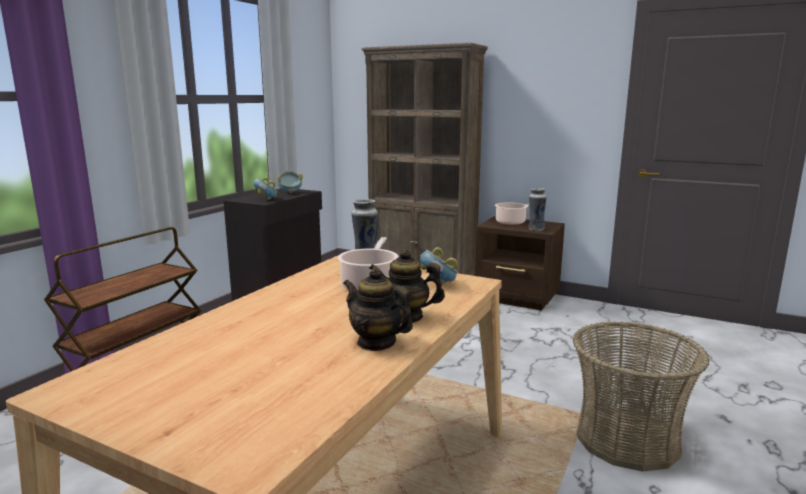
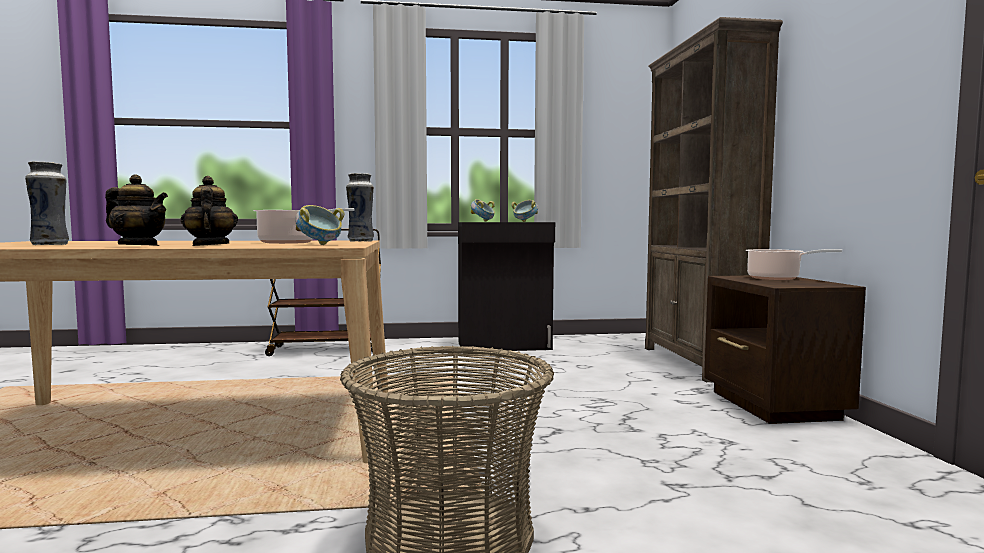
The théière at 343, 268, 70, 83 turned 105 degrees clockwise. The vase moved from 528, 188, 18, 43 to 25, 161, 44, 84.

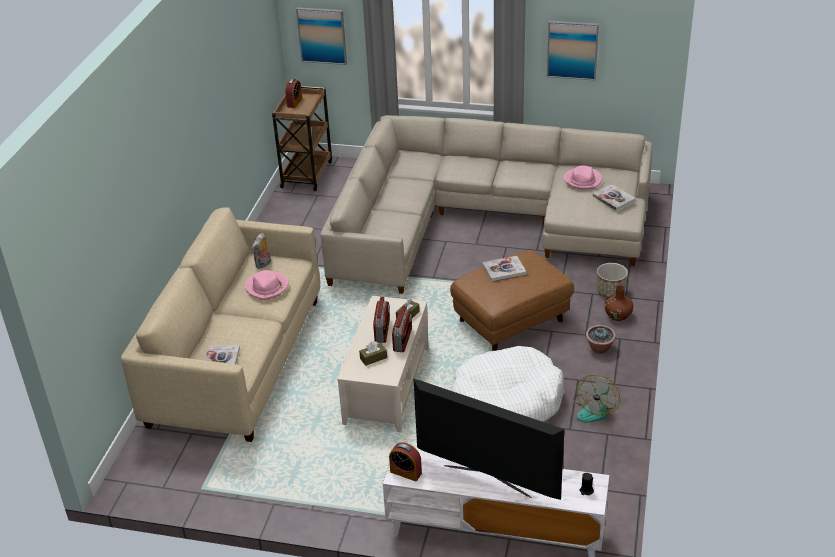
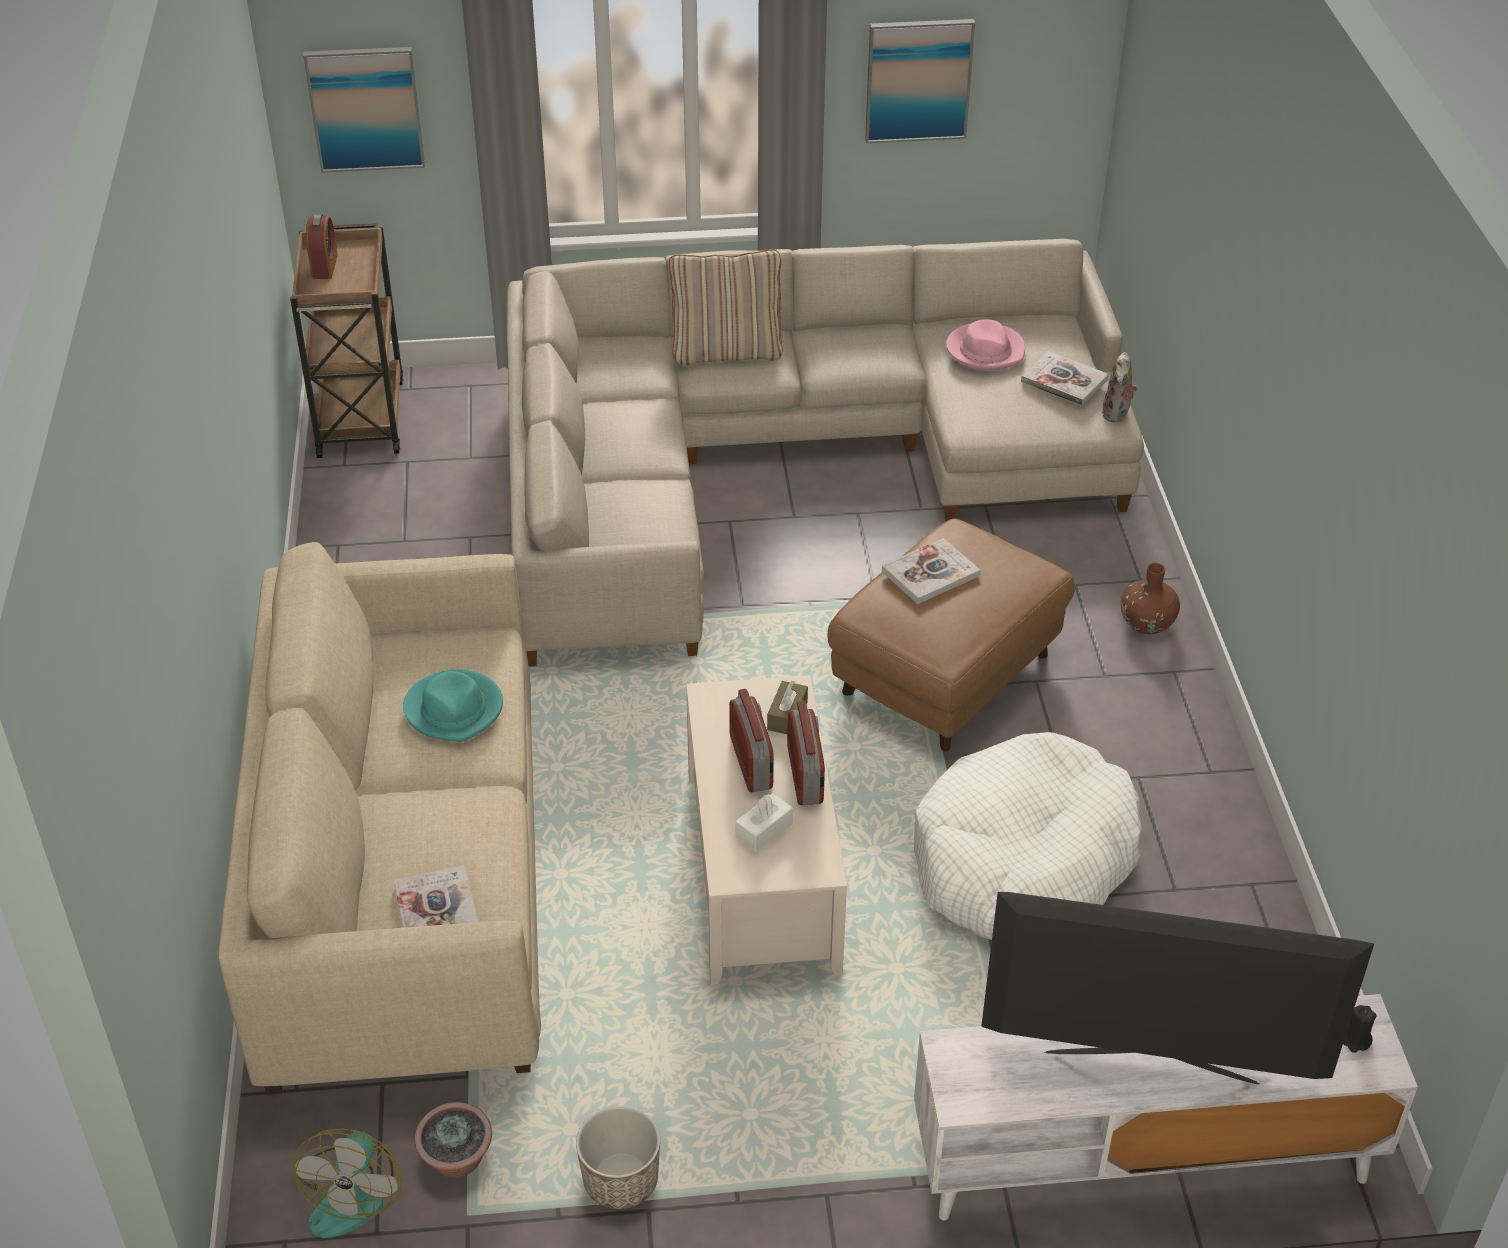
The chapeau [rose] at 245, 270, 43, 30 became the chapeau [turquoise] at 403, 669, 100, 73. The peluche moved from 252, 233, 19, 36 to 1102, 352, 35, 71. The boîte à mouchoirs [marron] at 359, 341, 28, 25 became the boîte à mouchoirs [blanc] at 735, 793, 58, 59. The réveil at 389, 443, 33, 39 disappeared. The ventilateur moved from 573, 375, 47, 48 to 293, 1128, 109, 110. The plante en pot moved from 586, 325, 30, 28 to 415, 1102, 77, 76. The cache-pot moved from 597, 263, 31, 35 to 576, 1106, 84, 103. The coussin [beige] at 669, 249, 114, 116 appeared.

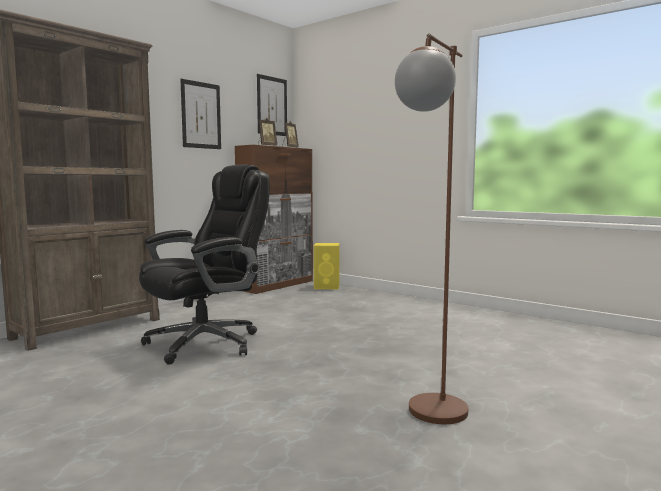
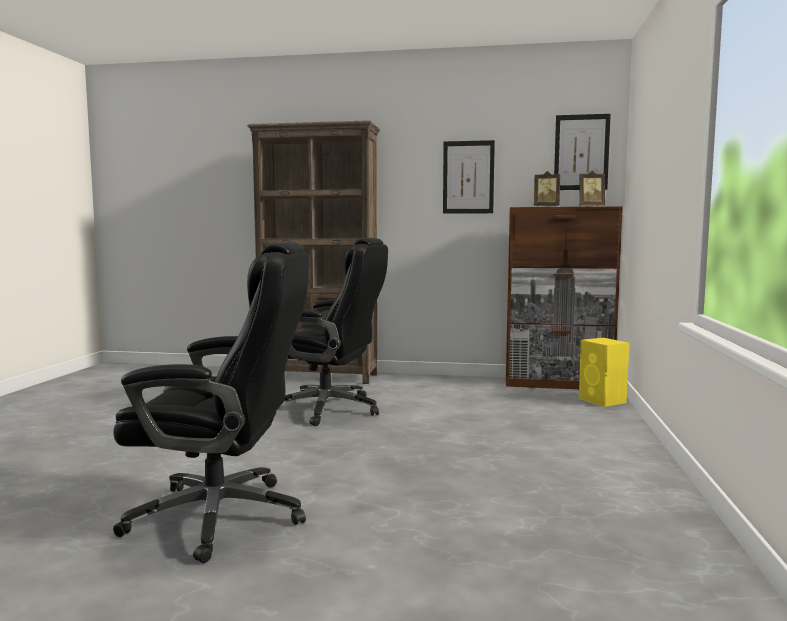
The lampadaire [marron] at 395, 33, 73, 391 was replaced by the chaise de bureau [noir] at 113, 242, 197, 321.

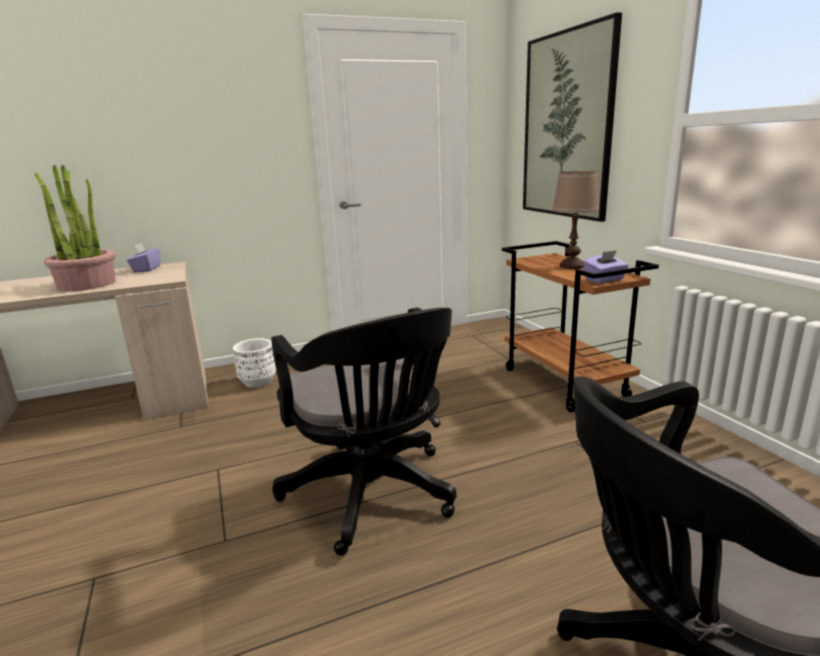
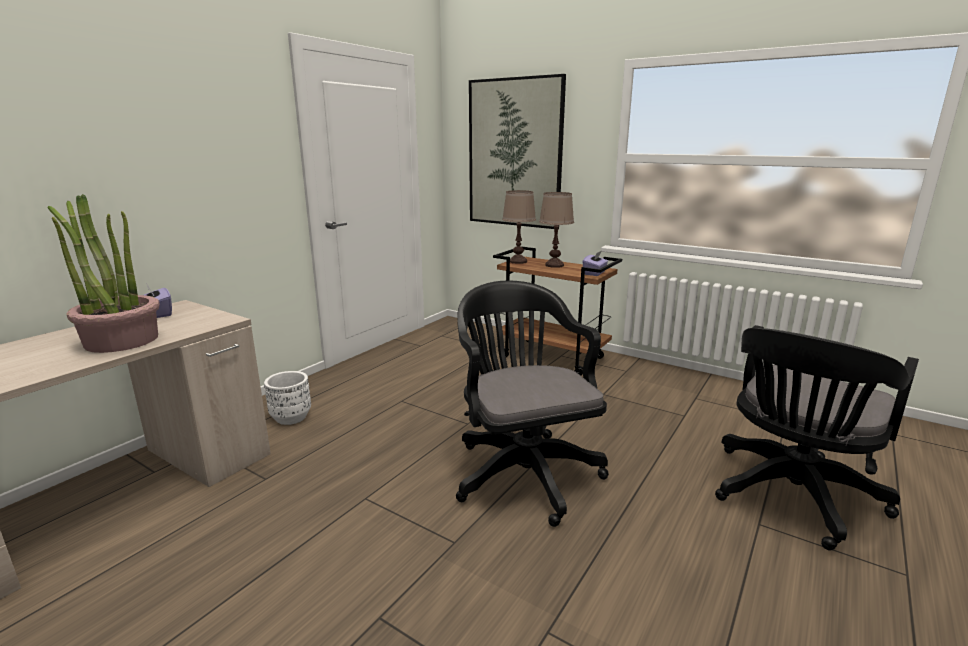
The chaise de bureau [noir] at 271, 308, 185, 248 turned 135 degrees counterclockwise. The lampe de table [marron] at 502, 190, 34, 74 appeared.

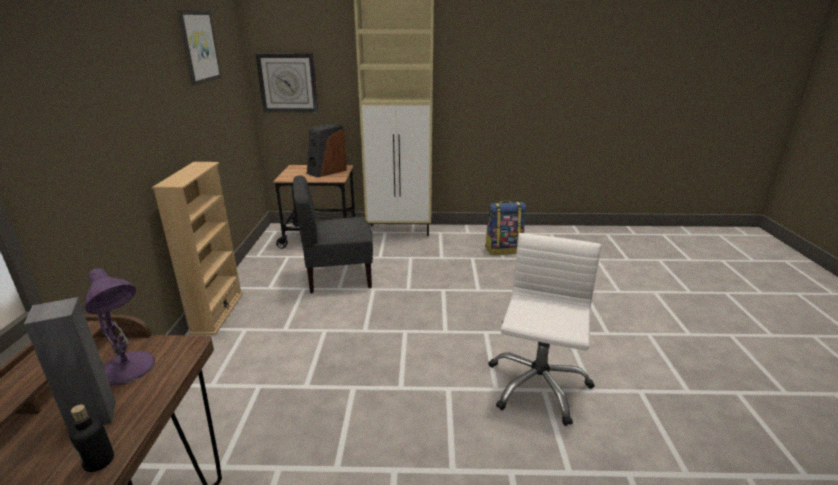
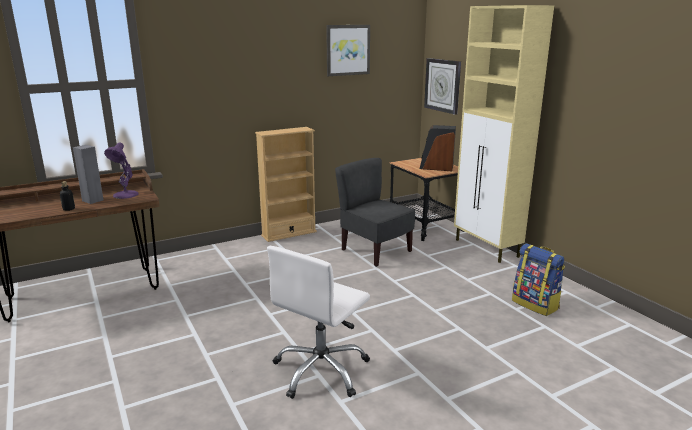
The chaise de bureau [blanc] at 489, 233, 112, 193 turned 135 degrees clockwise.

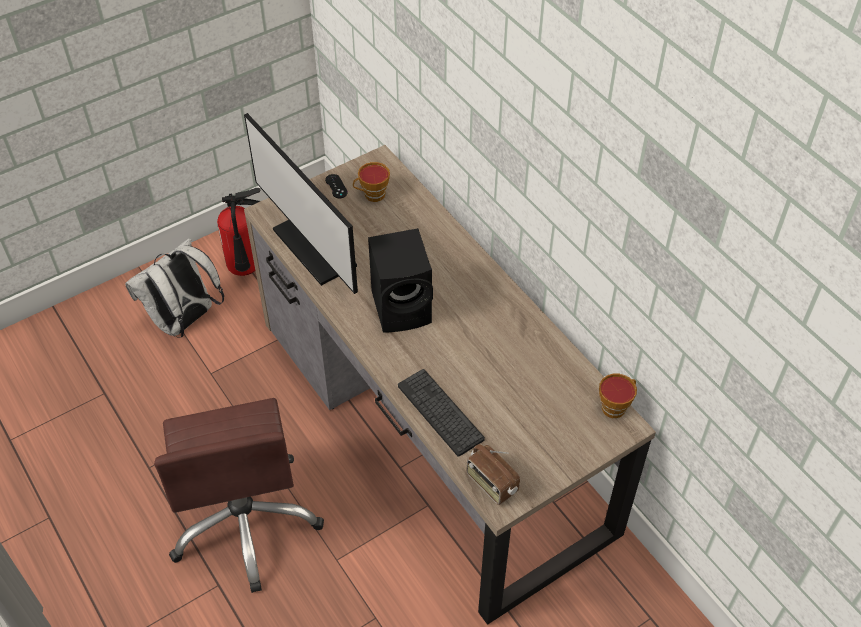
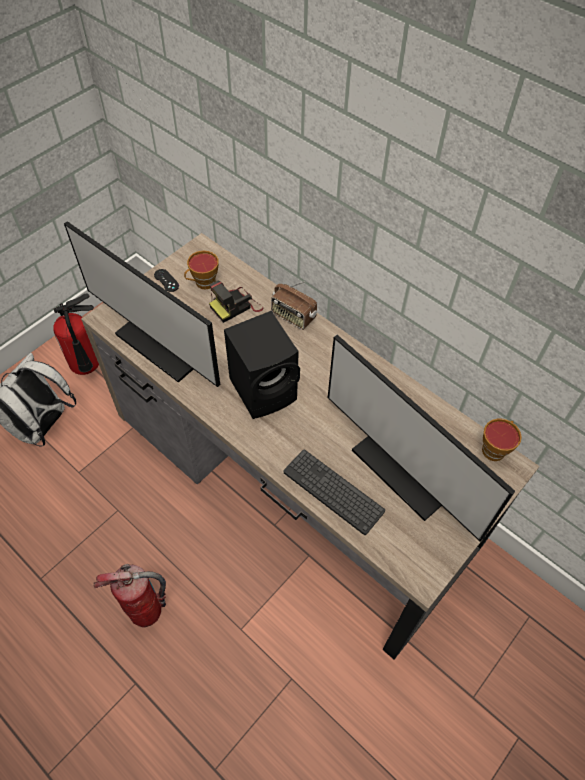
The chaise de bureau [marron] at 154, 398, 170, 195 was replaced by the extincteur at 93, 564, 73, 64. The radio moved from 467, 444, 53, 61 to 271, 281, 46, 49. The appareil photo at 209, 281, 54, 42 appeared. The écran d'ordinateur at 328, 335, 187, 207 appeared.

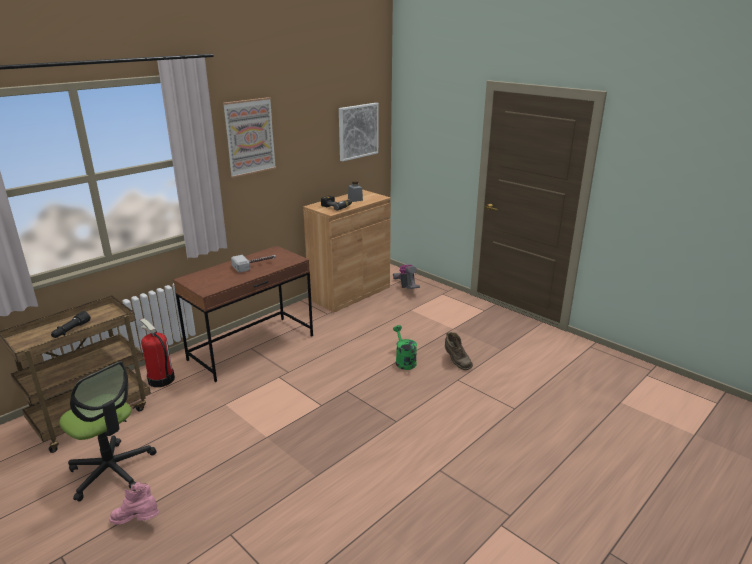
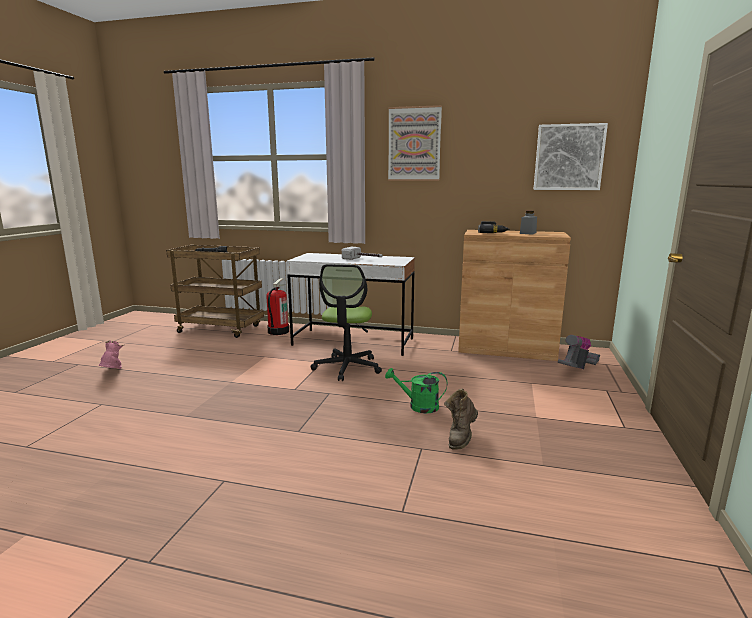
The chaise de bureau moved from 59, 362, 97, 139 to 311, 264, 71, 117. The bureau [marron] at 173, 246, 140, 136 became the bureau [blanc] at 287, 253, 128, 103. The arrosoir [vert] at 393, 325, 24, 45 turned 120 degrees counterclockwise.

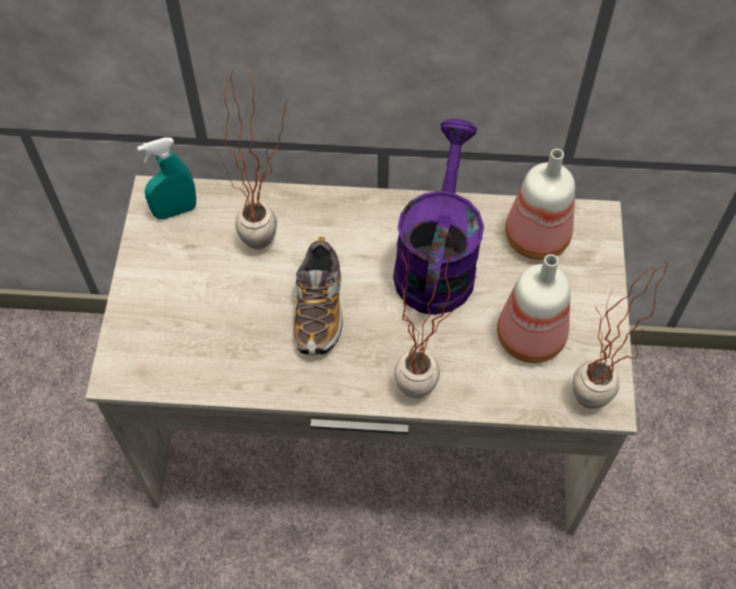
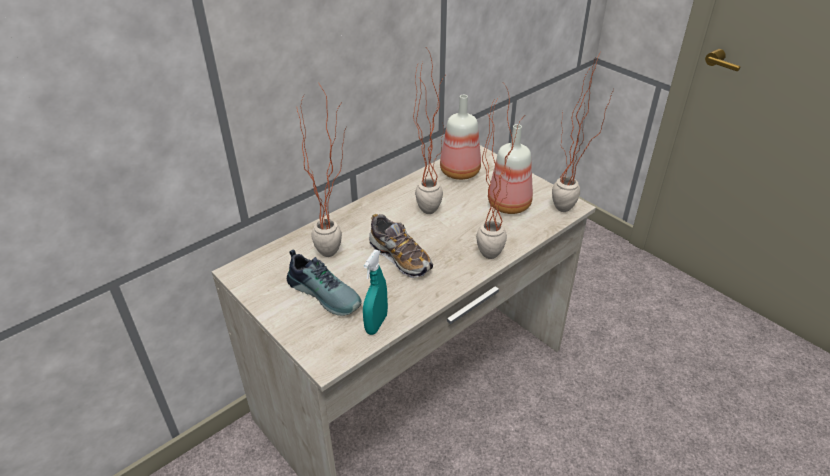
The vaporisateur [turquoise] moved from 137, 137, 59, 83 to 363, 250, 25, 85. The arrosoir [violet] at 393, 119, 91, 196 was replaced by the plante en pot at 413, 49, 31, 165. The chaussure at 287, 249, 75, 67 appeared.

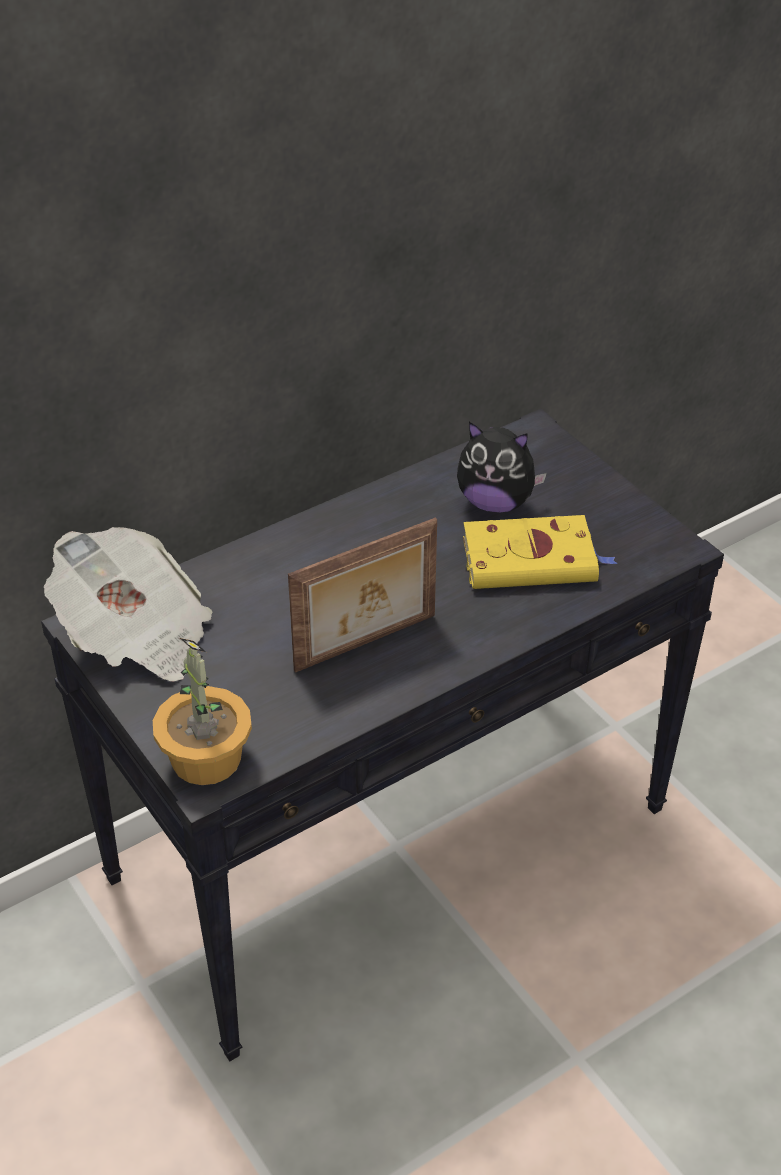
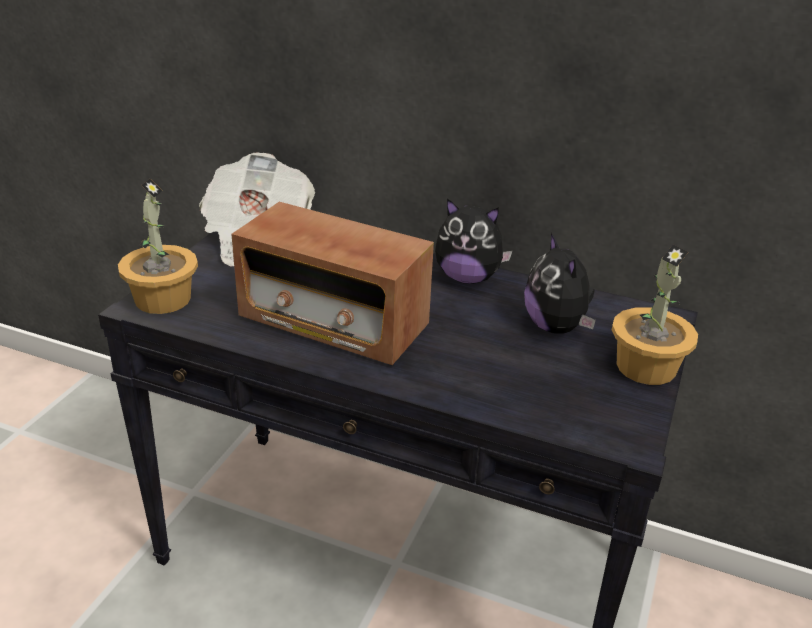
The cadre photo at 288, 518, 149, 155 was replaced by the radio at 231, 202, 203, 163. The livre [jaune] at 463, 515, 155, 74 disappeared. The peluche at 435, 198, 77, 86 appeared. The plante en pot at 612, 244, 86, 141 appeared.

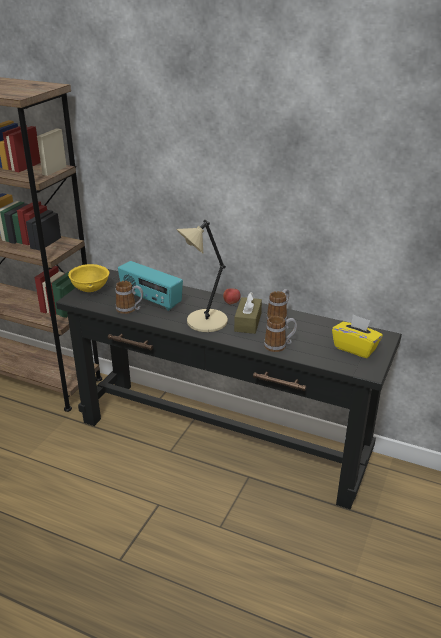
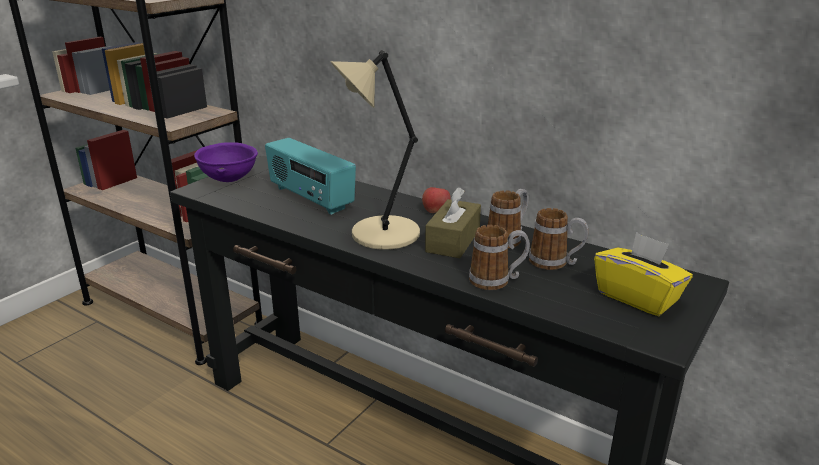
The bol [jaune] at 68, 264, 42, 28 became the bol [violet] at 194, 142, 64, 40. The mug moved from 116, 281, 27, 33 to 529, 208, 60, 62.

